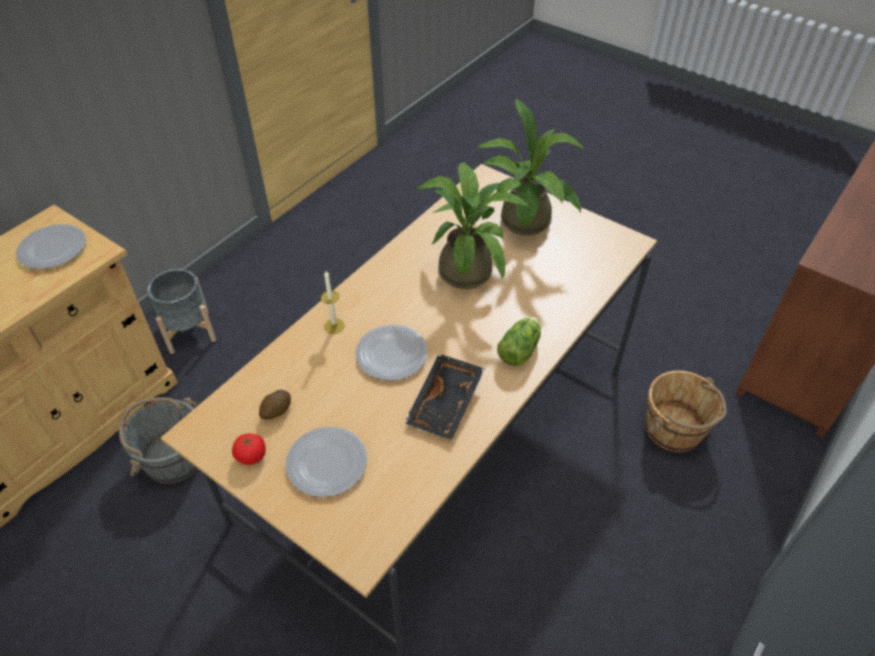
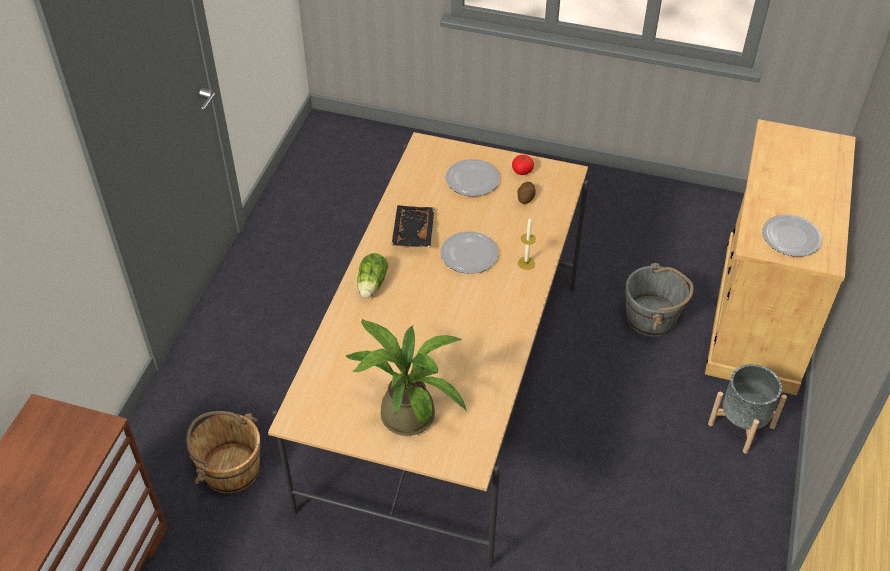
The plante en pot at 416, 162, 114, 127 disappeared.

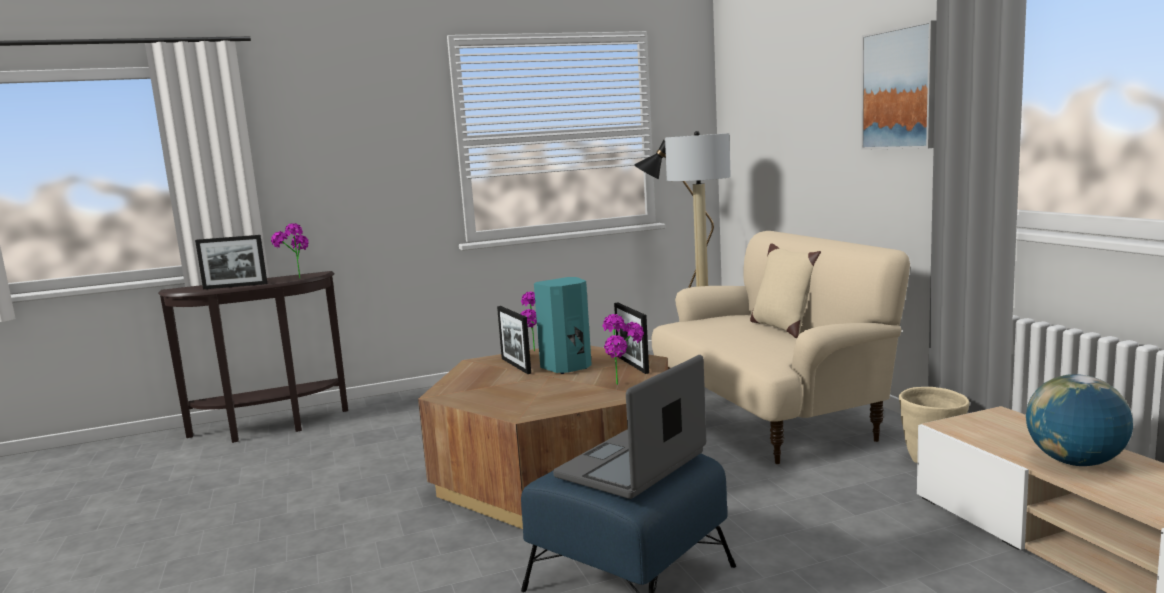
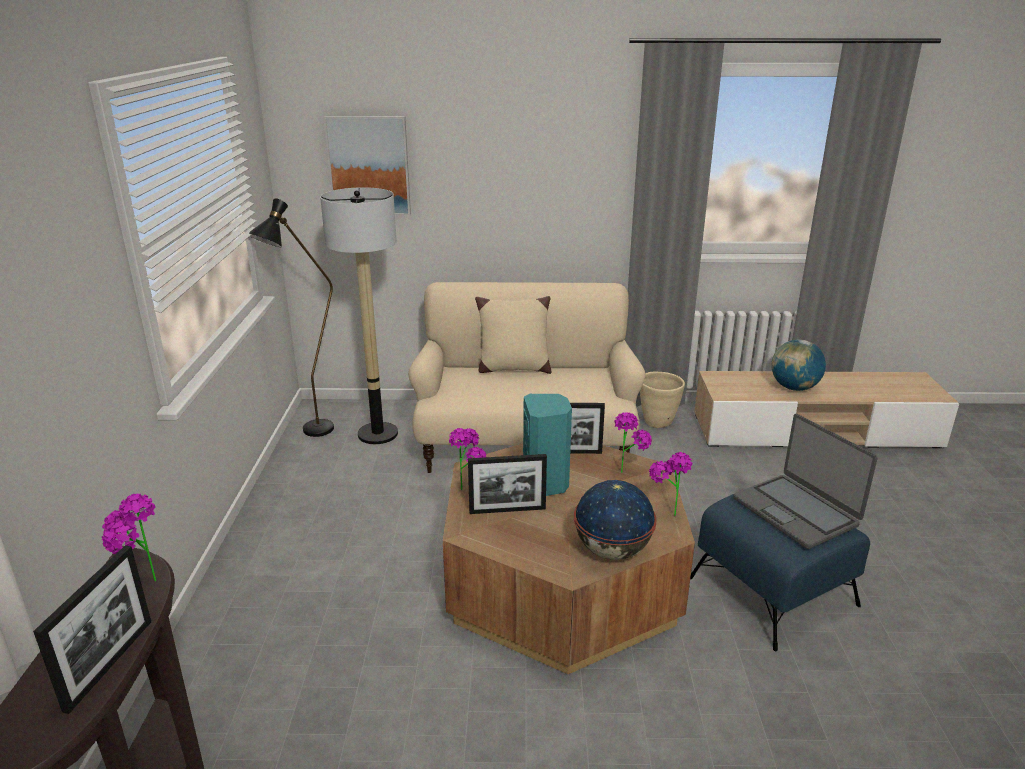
The tableau moved from 861, 20, 75, 130 to 324, 116, 87, 100. The globe at 574, 480, 83, 80 appeared. The plante en pot at 649, 452, 43, 65 appeared.

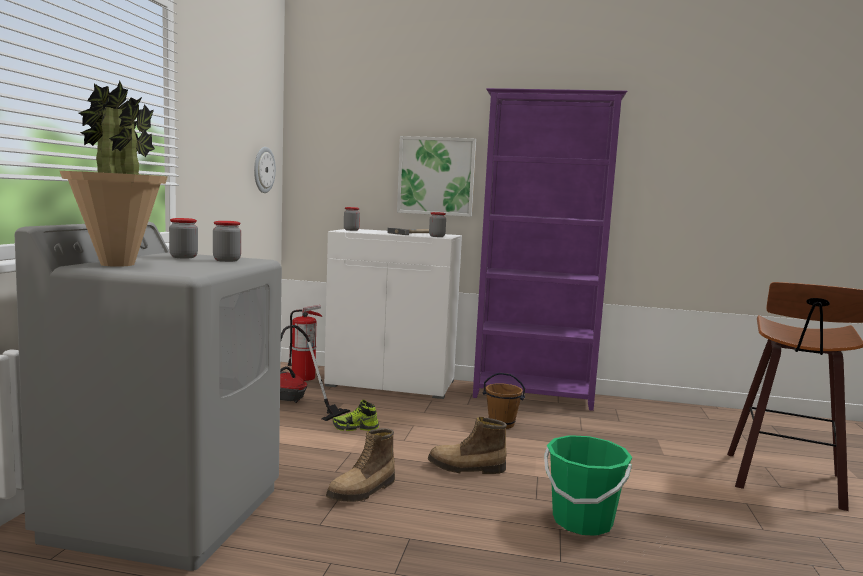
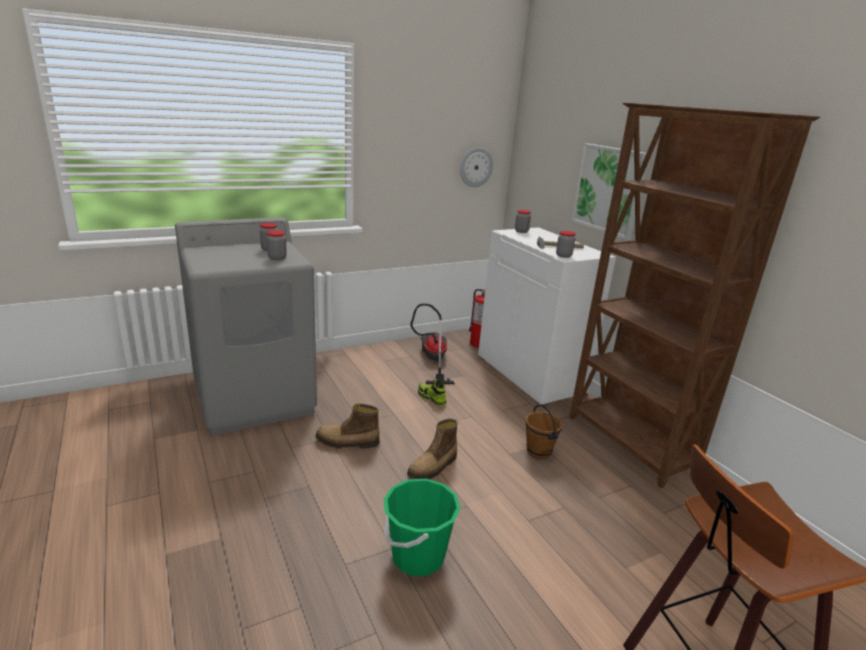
The plante en pot at 60, 81, 108, 186 disappeared. The botte at 428, 417, 79, 57 turned 105 degrees counterclockwise. The bibliothèque [violet] at 473, 88, 154, 323 became the bibliothèque [marron] at 569, 103, 251, 385.

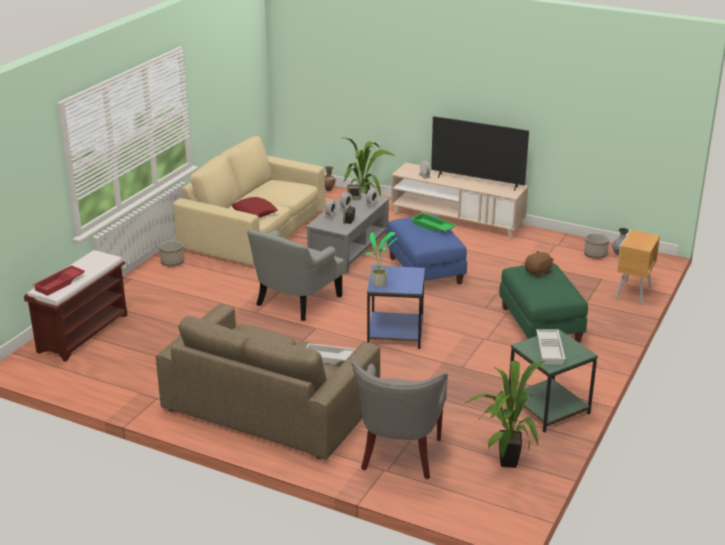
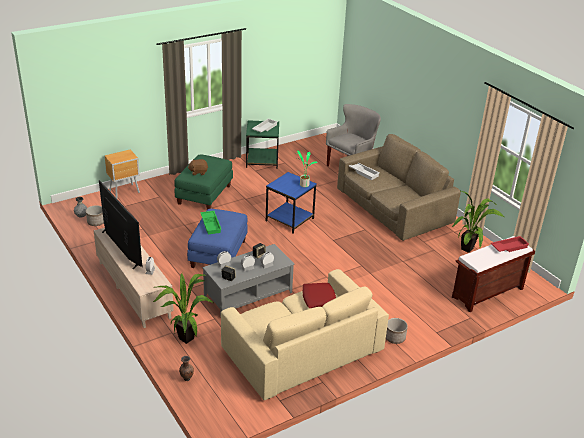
The fauteuil [gris] at 247, 229, 99, 92 disappeared. The plante en pot moved from 465, 361, 81, 107 to 452, 191, 53, 62.

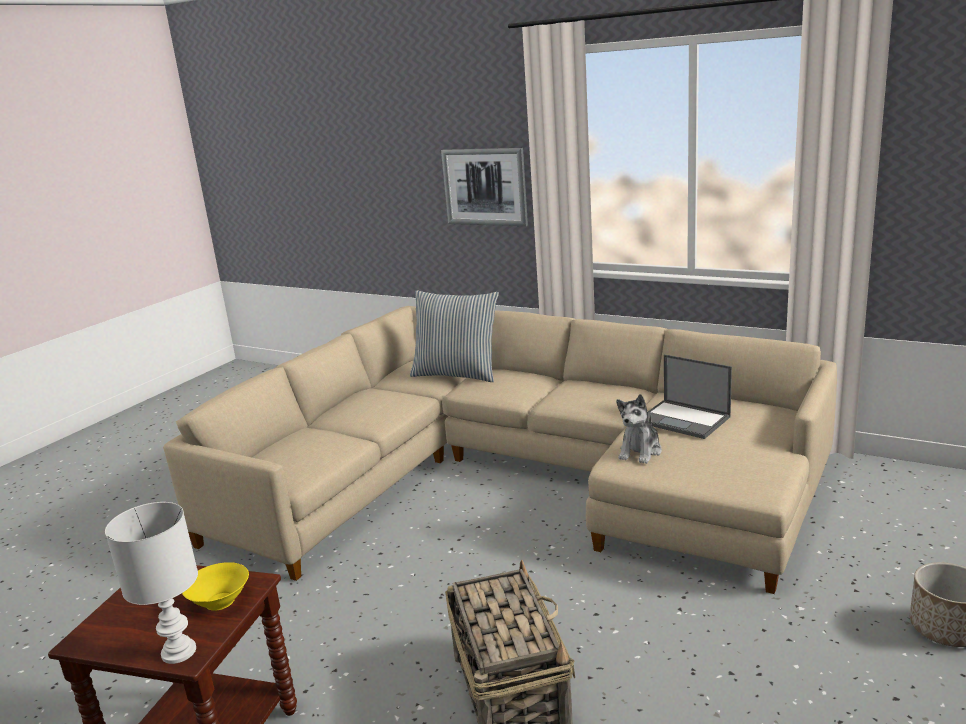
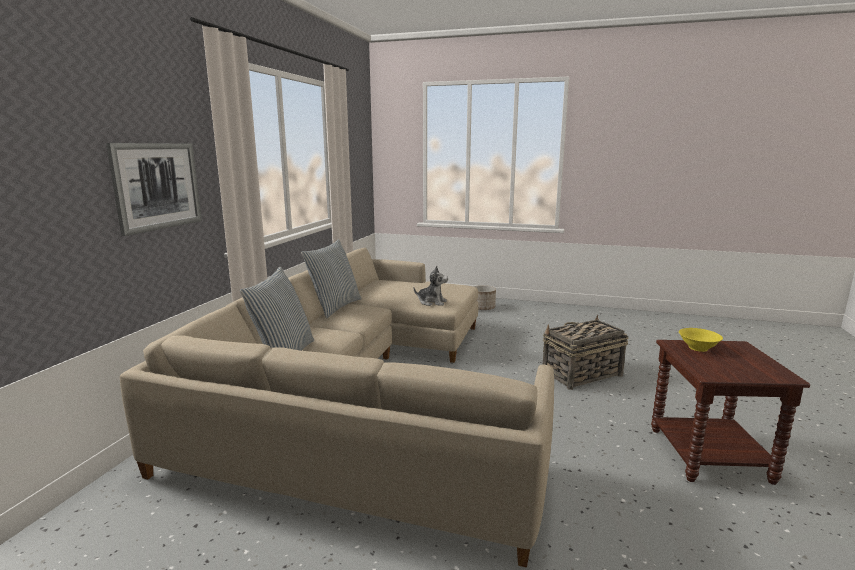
The lampe de table [blanc] at 105, 502, 93, 162 disappeared. The ordinateur portable at 648, 354, 84, 85 disappeared. The coussin at 301, 239, 61, 79 appeared.

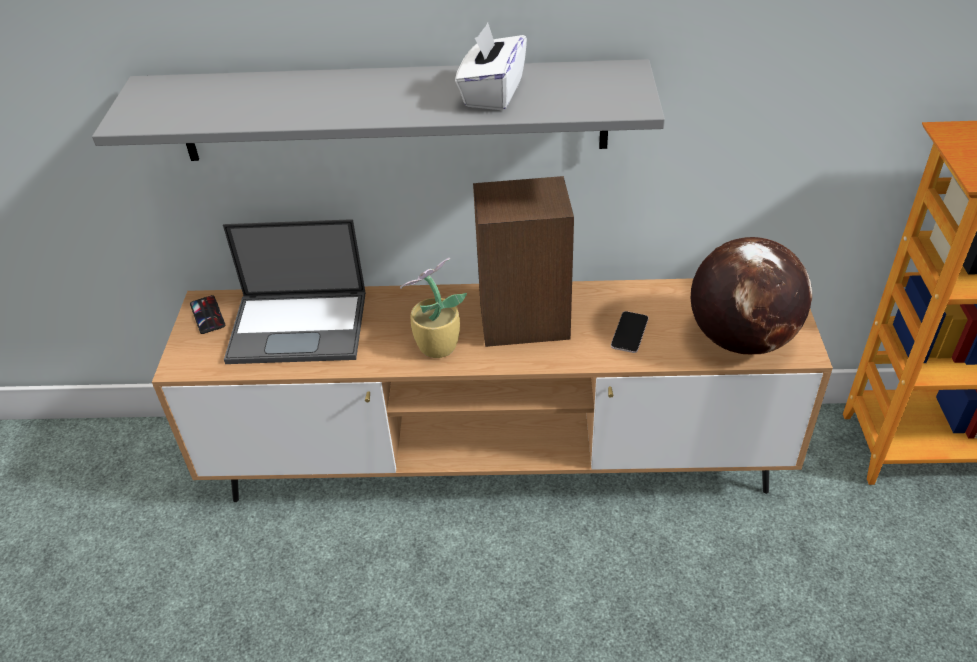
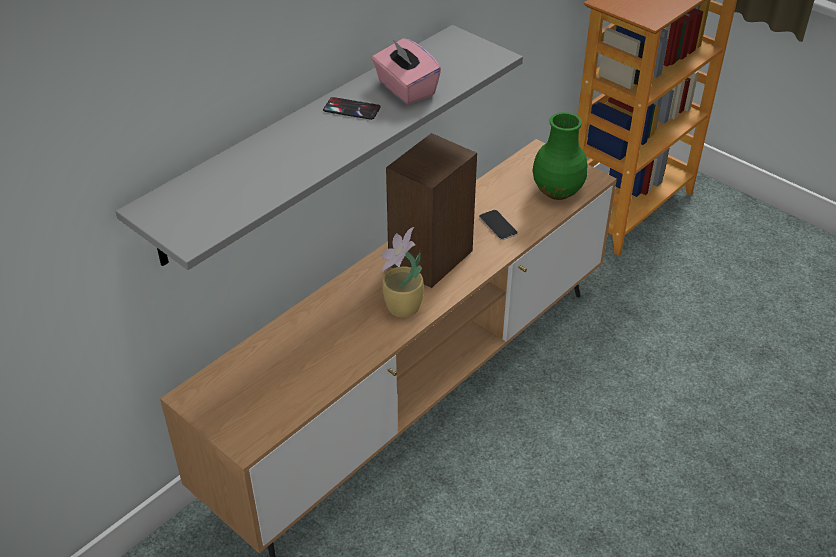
The téléphone moved from 190, 295, 35, 39 to 323, 97, 57, 23. The ordinateur portable at 223, 219, 143, 145 disappeared. The boîte à mouchoirs [blanc] at 455, 23, 72, 87 became the boîte à mouchoirs [rose] at 372, 38, 69, 66. The globe at 691, 237, 121, 117 was replaced by the vase [vert] at 532, 112, 56, 88.

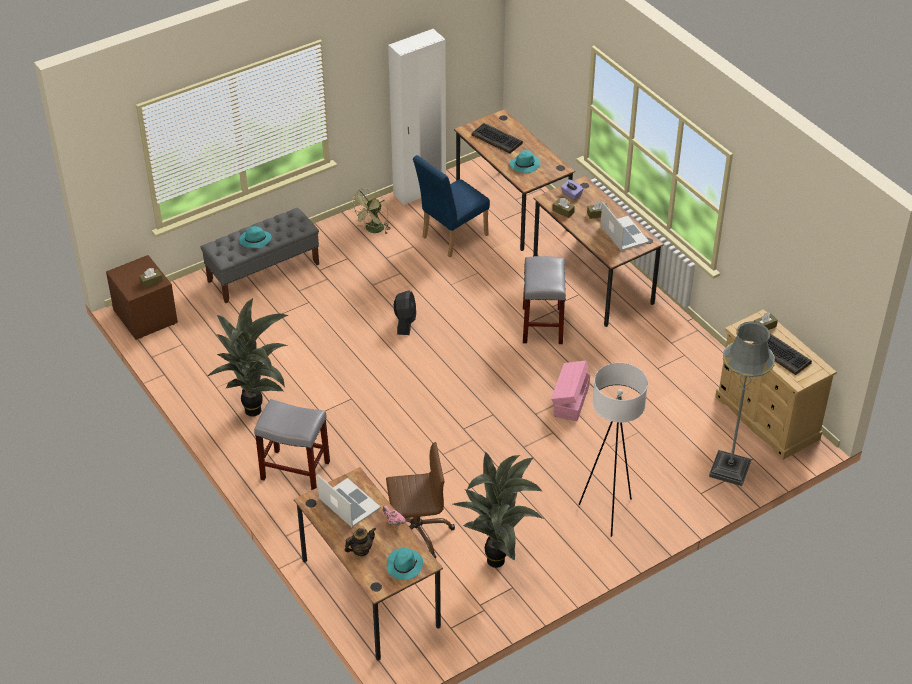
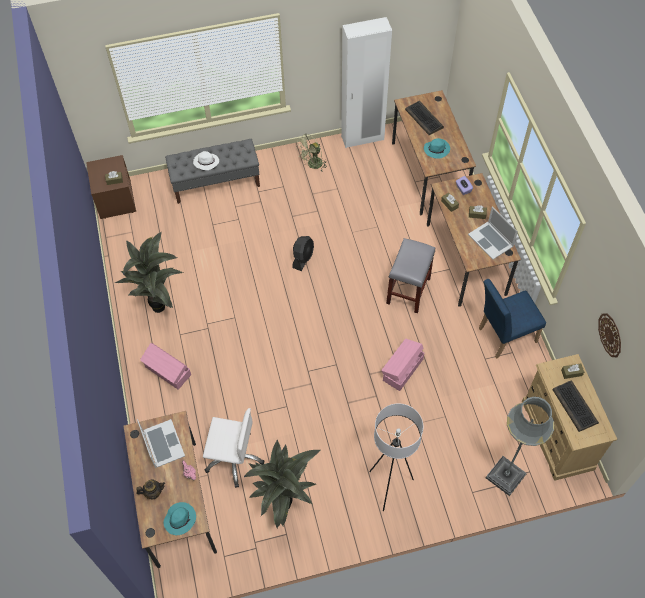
The chapeau [turquoise] at 239, 226, 33, 22 became the chapeau [blanc] at 193, 151, 26, 19. The tabouret [gris] at 254, 399, 76, 91 was replaced by the boîte de rangement [rose] at 140, 343, 51, 47. The chaise de bureau [marron] at 386, 442, 69, 116 became the chaise de bureau [blanc] at 203, 408, 61, 80. The chaise [bleu] moved from 413, 155, 77, 102 to 479, 279, 67, 80. The ordinateur portable at 600, 202, 49, 49 turned 150 degrees clockwise. The horloge murale at 598, 313, 23, 44 appeared.

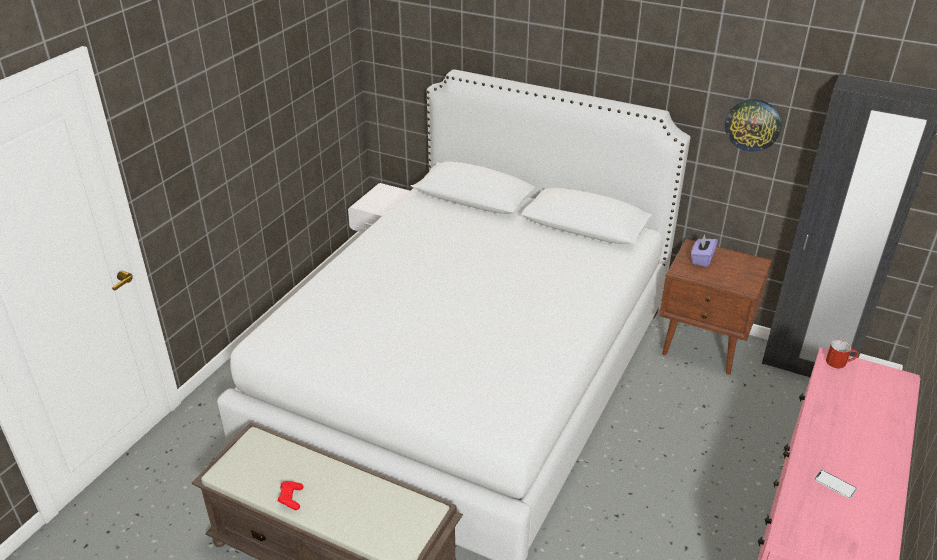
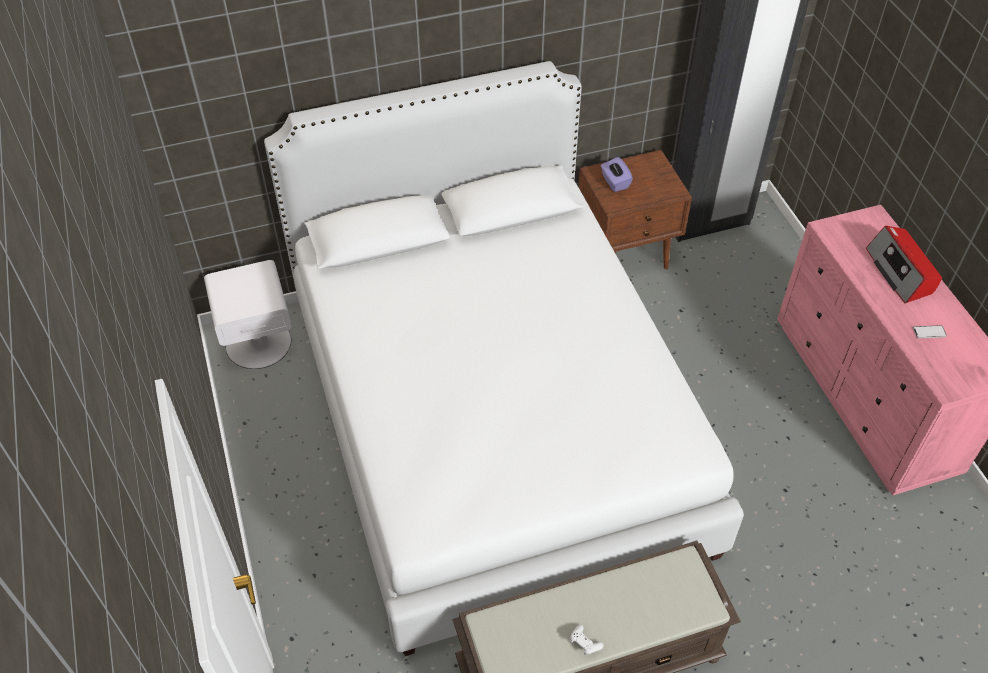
The manette [rouge] at 278, 481, 26, 29 became the manette [blanc] at 570, 625, 34, 30. The horloge murale at 724, 99, 57, 53 disappeared. The mug [rouge] at 826, 340, 32, 28 disappeared. The radio at 866, 226, 76, 78 appeared.

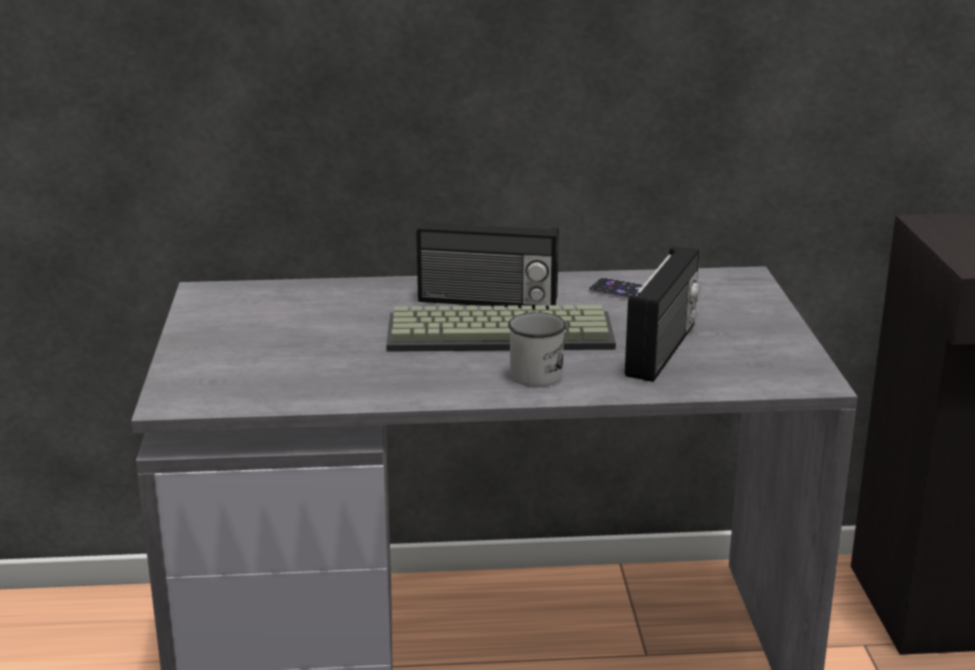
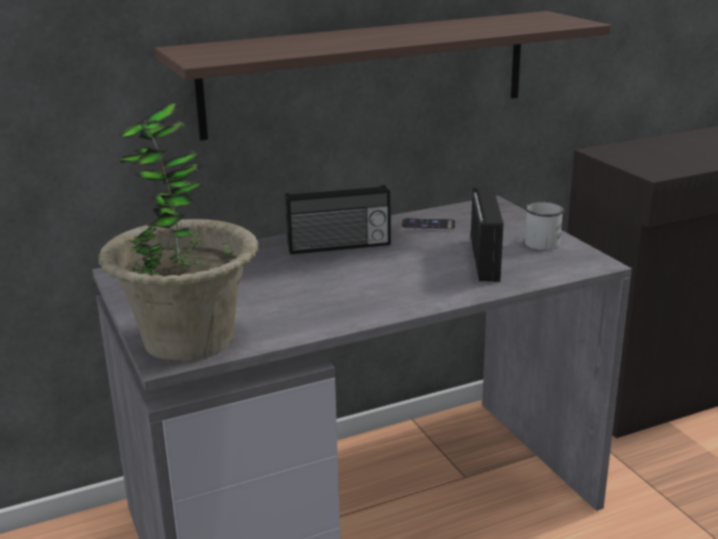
The clavier at 386, 305, 230, 47 disappeared. The mug [blanc] moved from 508, 312, 58, 75 to 525, 202, 39, 48. The plante en pot at 98, 102, 160, 260 appeared. The étagère at 154, 11, 457, 130 appeared.

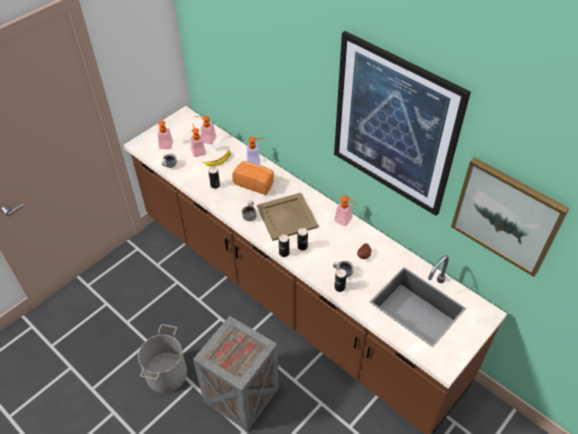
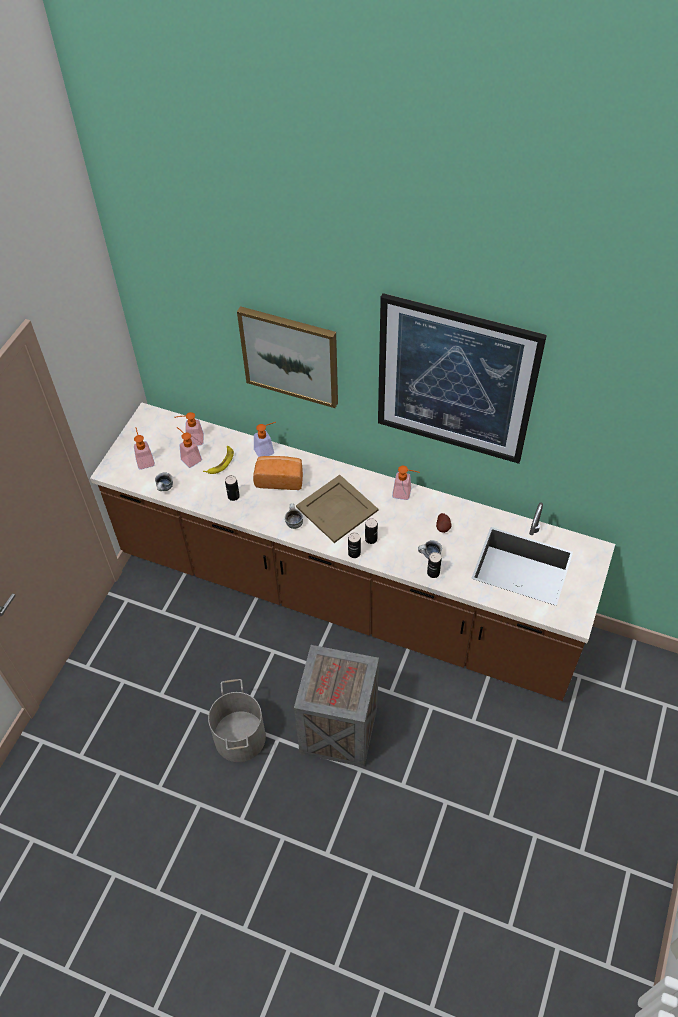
The tableau moved from 451, 157, 118, 120 to 237, 306, 101, 102.

